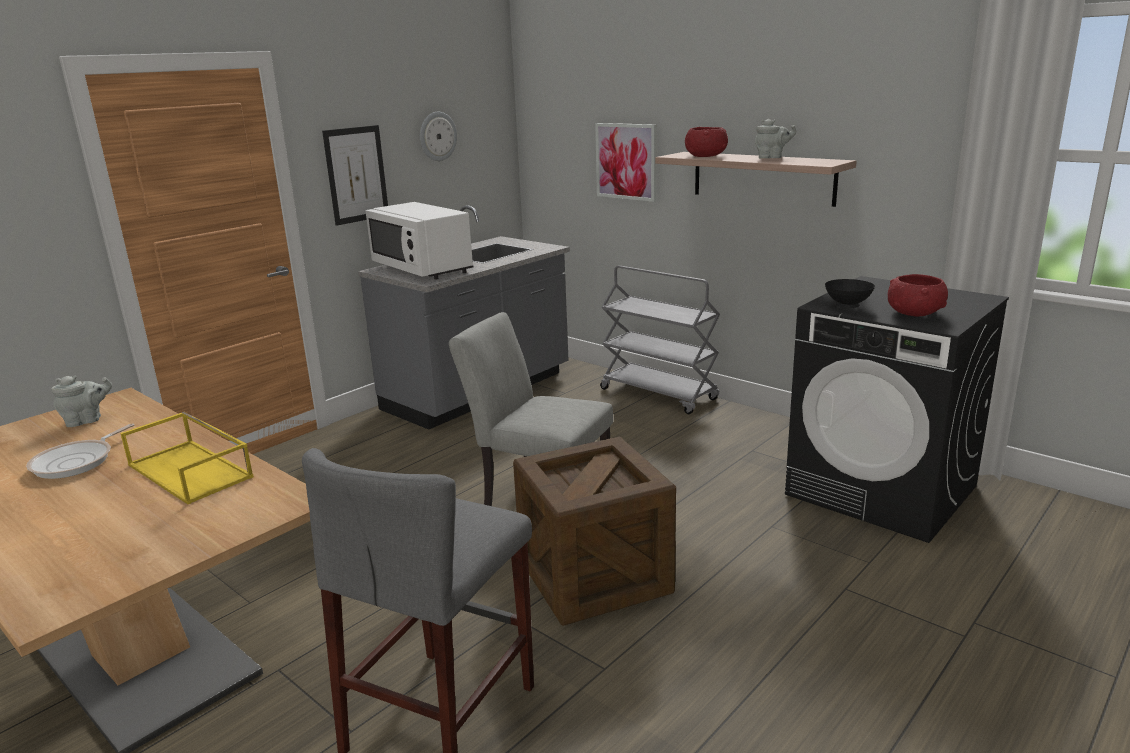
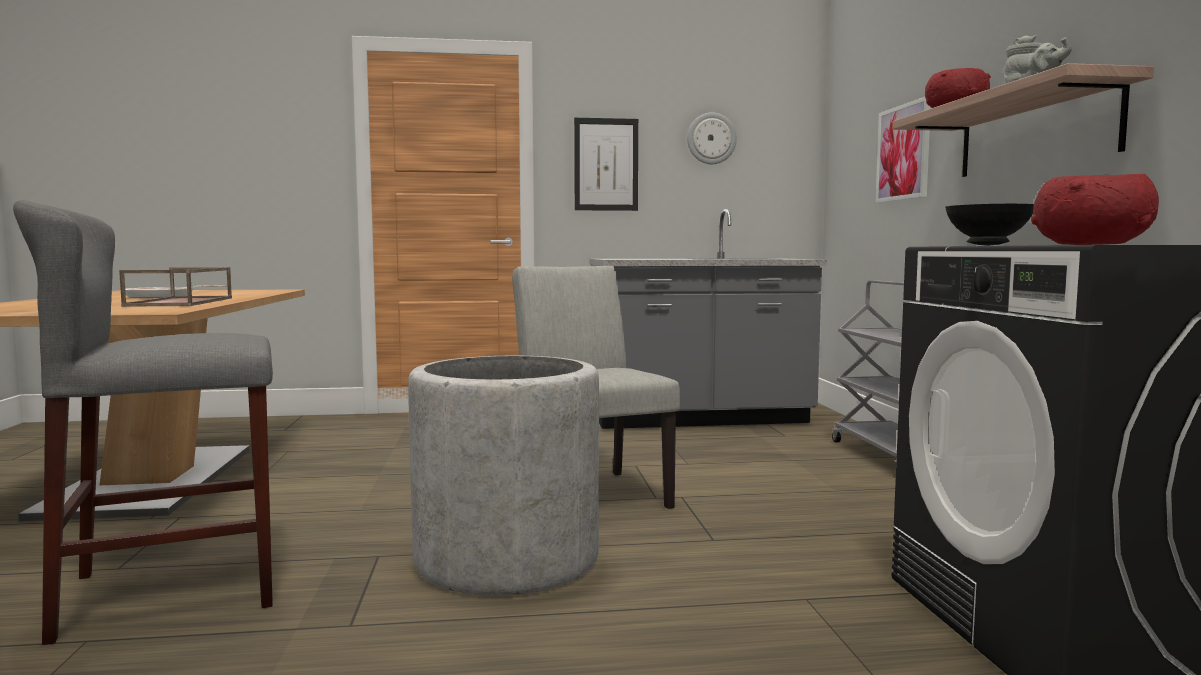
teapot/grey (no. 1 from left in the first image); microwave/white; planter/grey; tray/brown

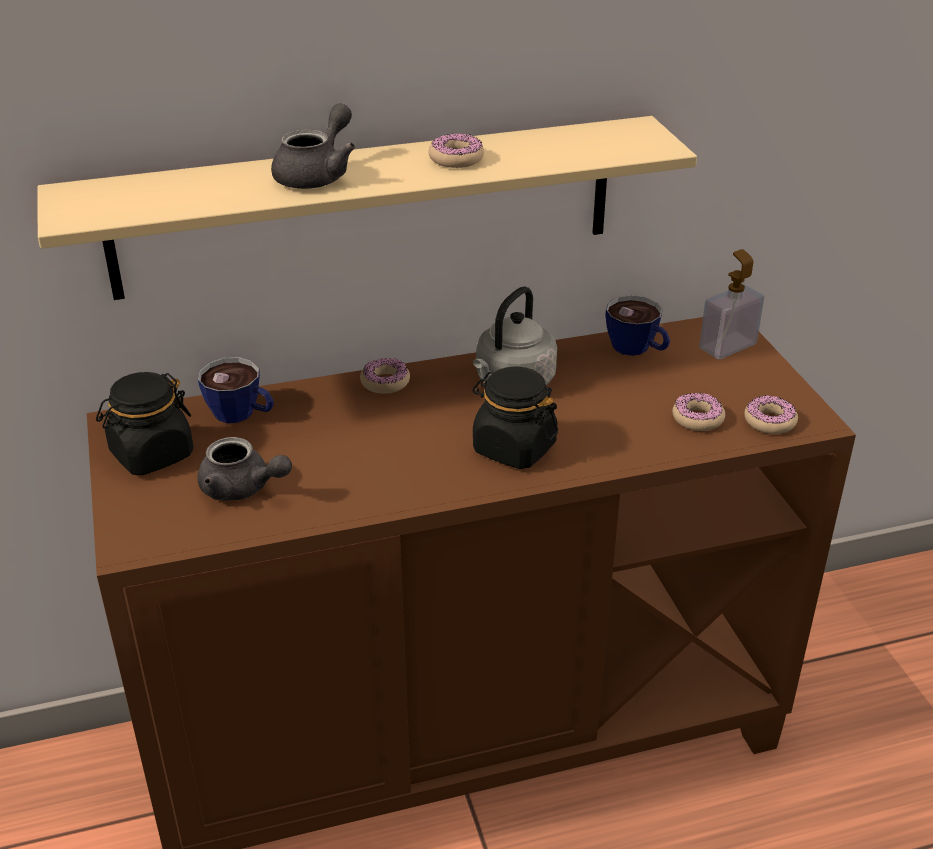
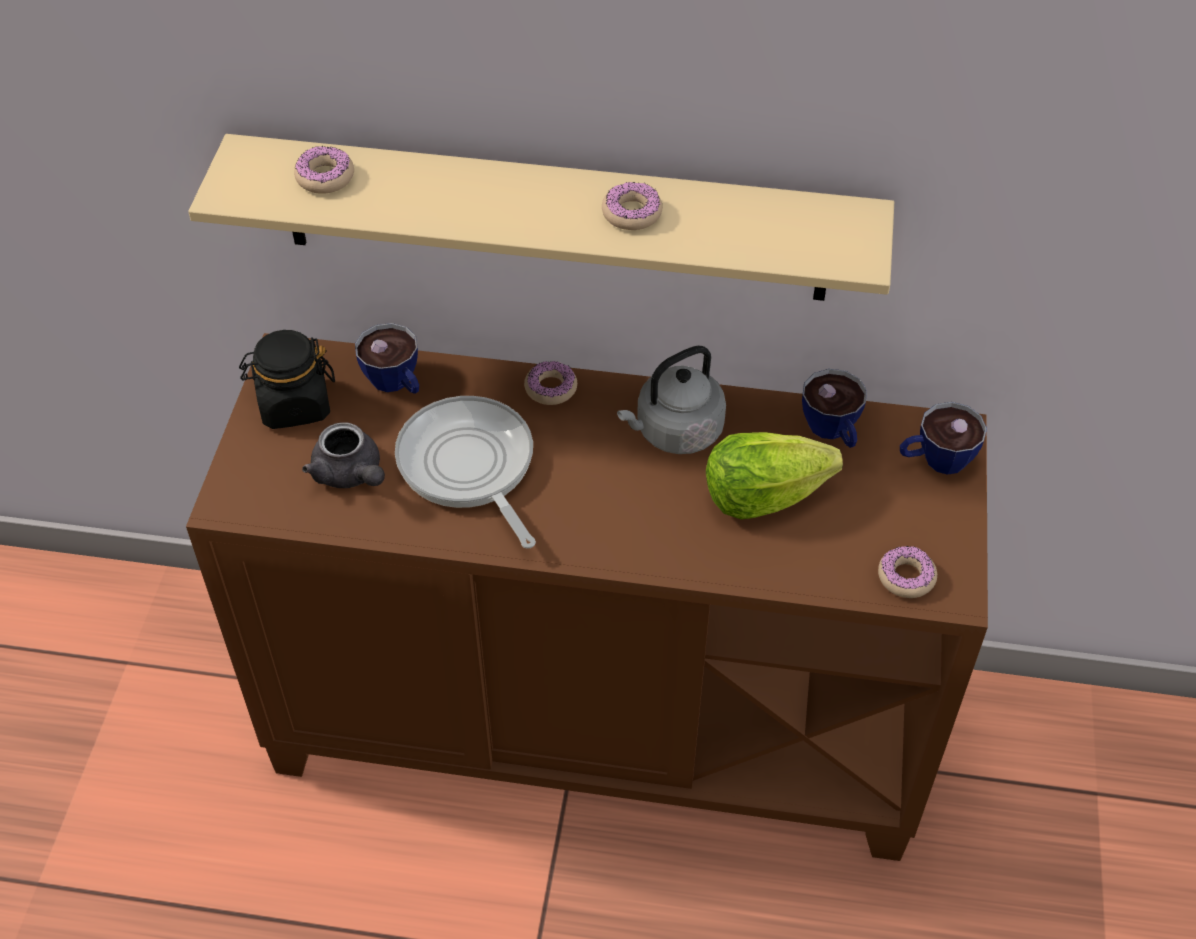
teapot/grey (no. 2 from left in the first image); jar/black (no. 2 from left in the first image); frying pan; lettuce; donut (no. 1 from left); cup (no. 3 from left)

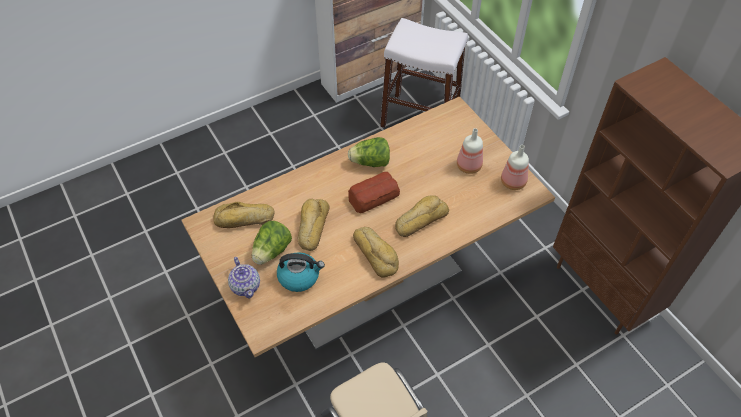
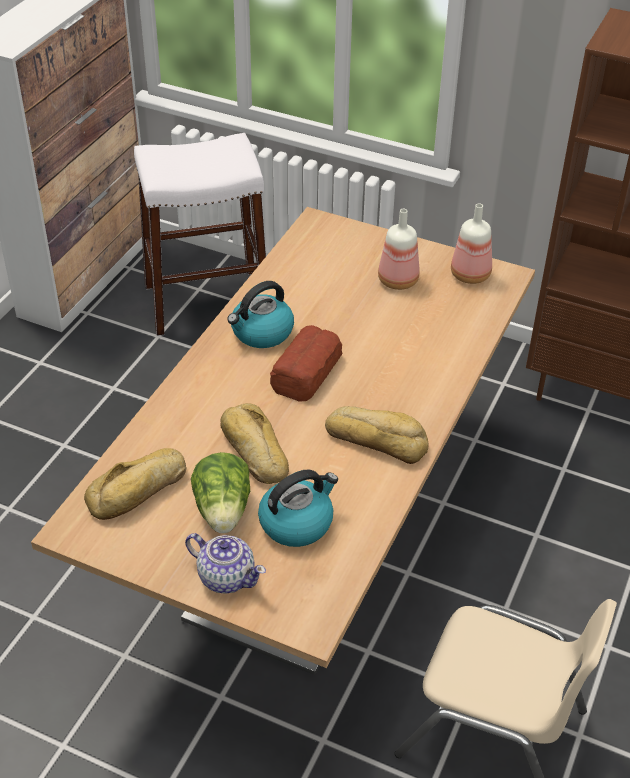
bread (no. 5 from left in the first image); kettle (no. 1 from left)

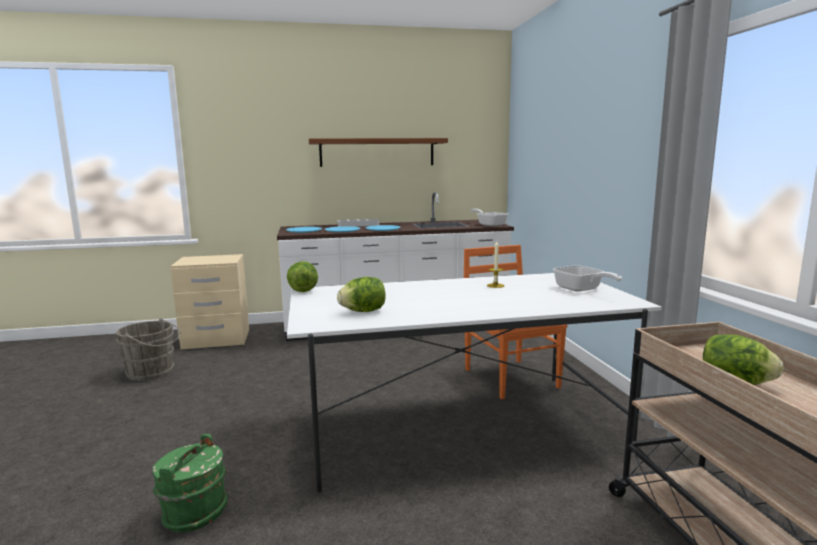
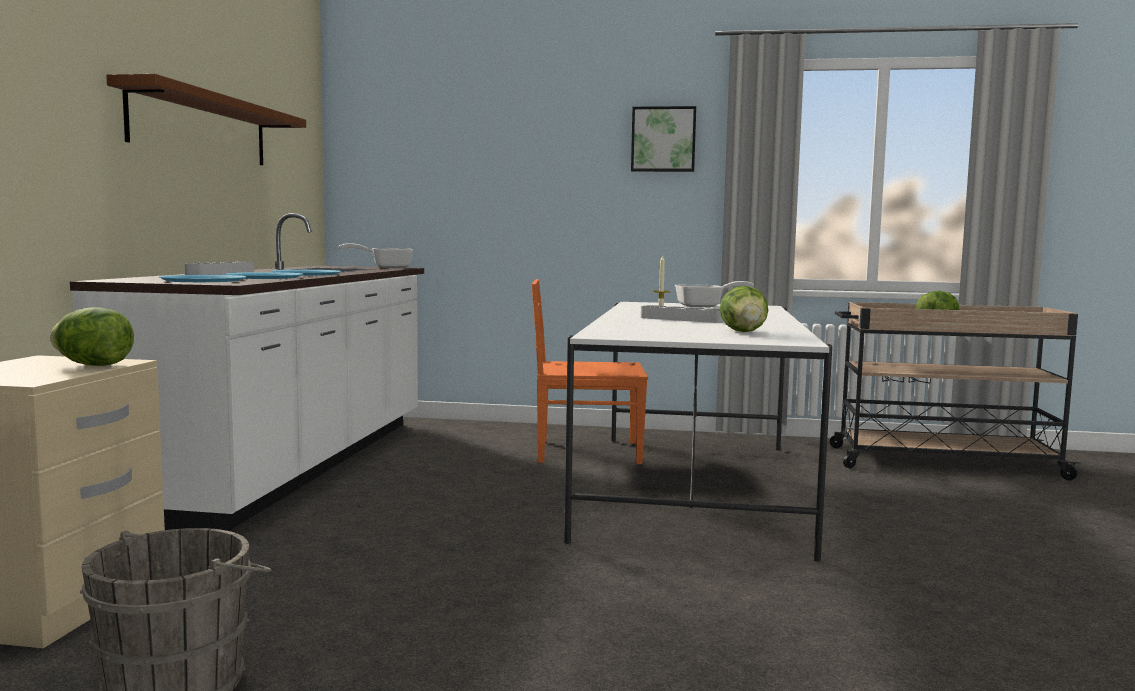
bucket/green; picture; tray/grey (no. 2 from left); lettuce (no. 1 from left)

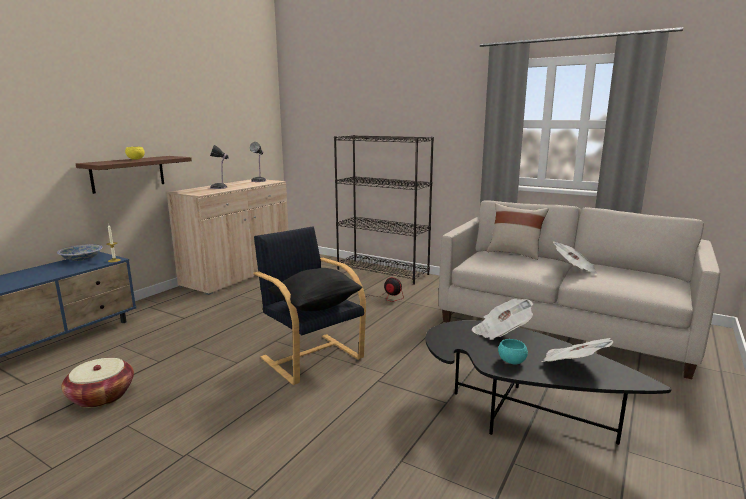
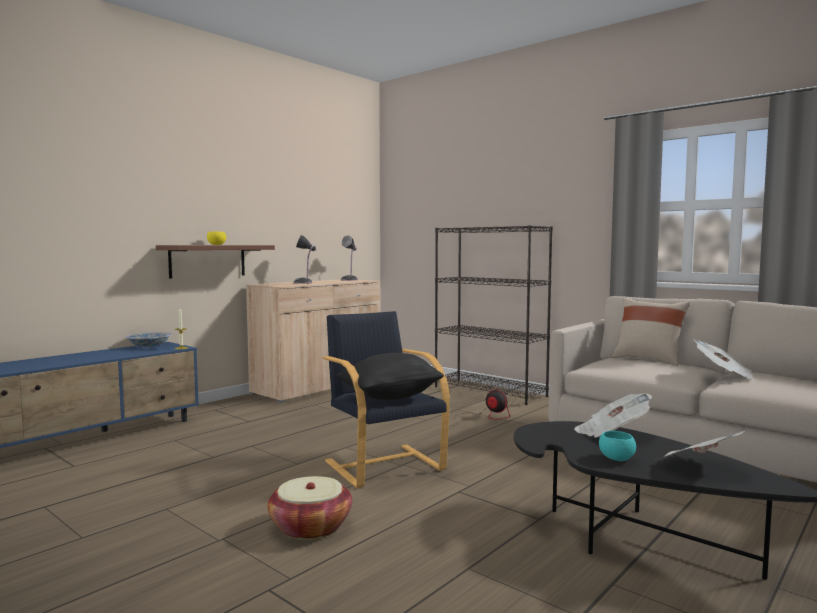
basket

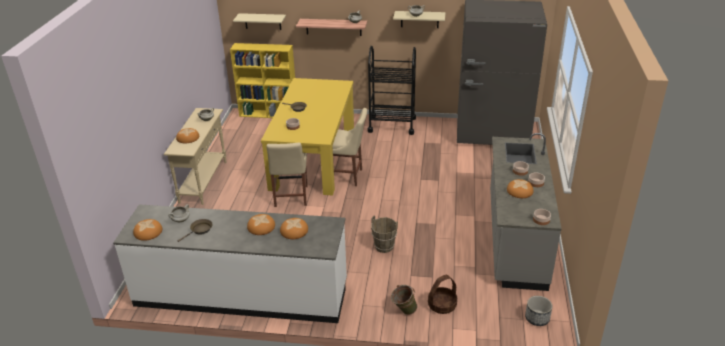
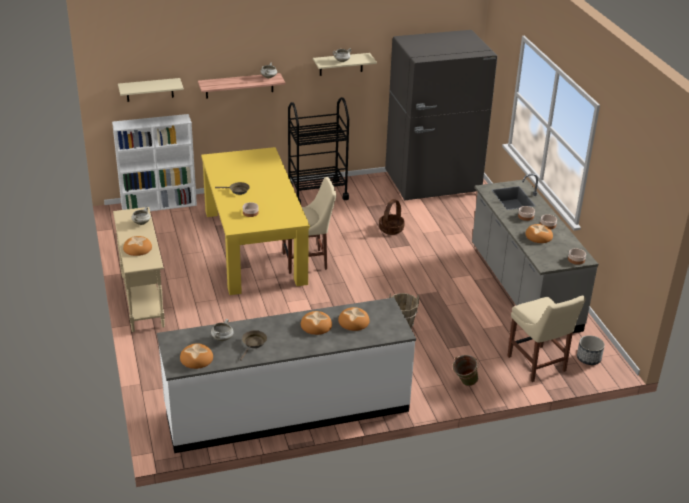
chair/beige (no. 2 from left); basket; bookcase/white

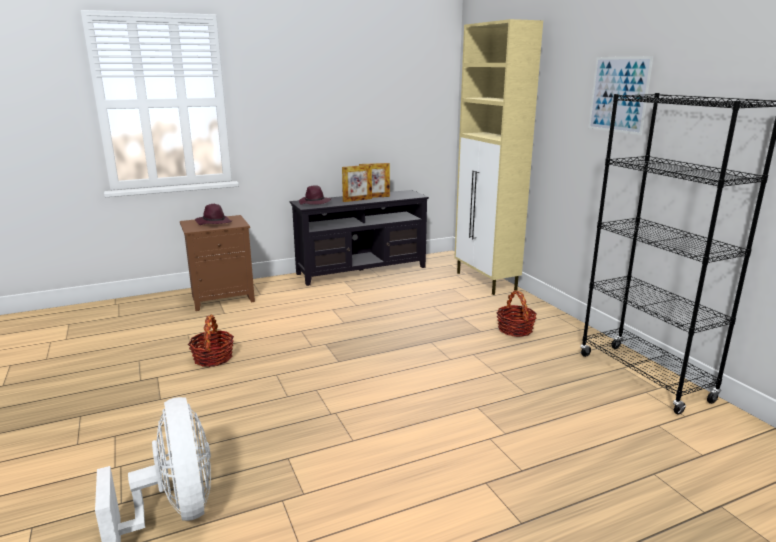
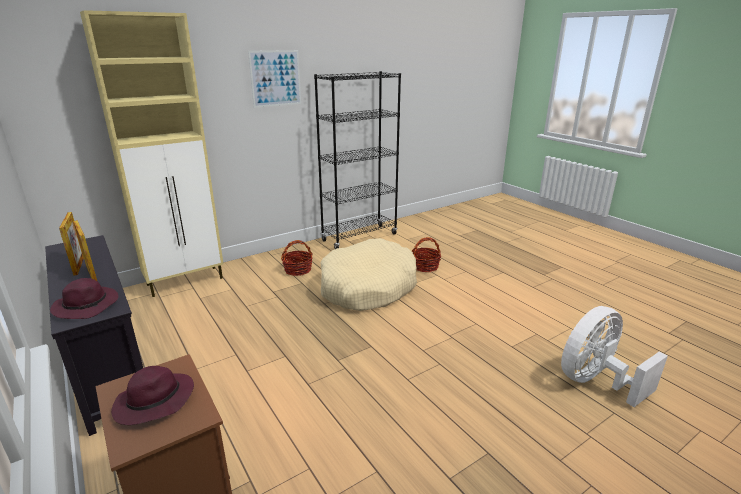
dog bed/beige; basket (no. 2 from left)

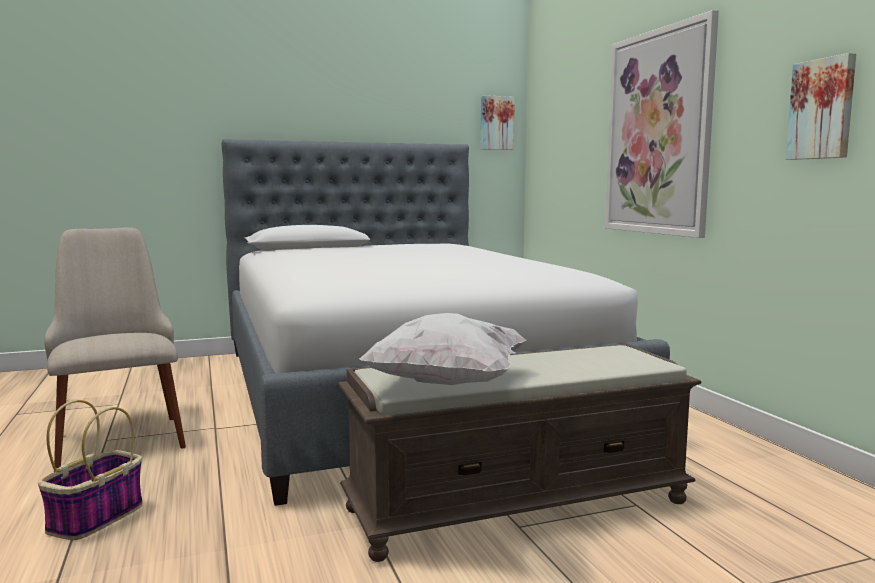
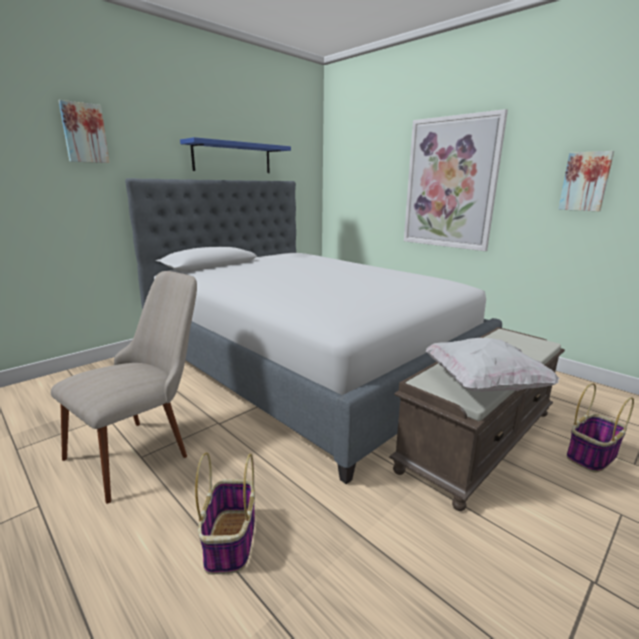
shelf/blue; basket (no. 2 from left); picture (no. 1 from left); chair/beige

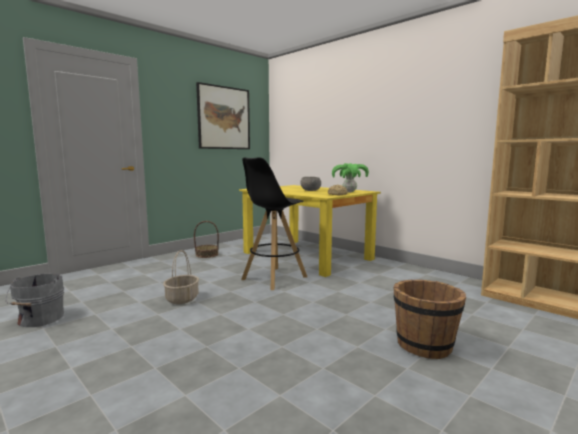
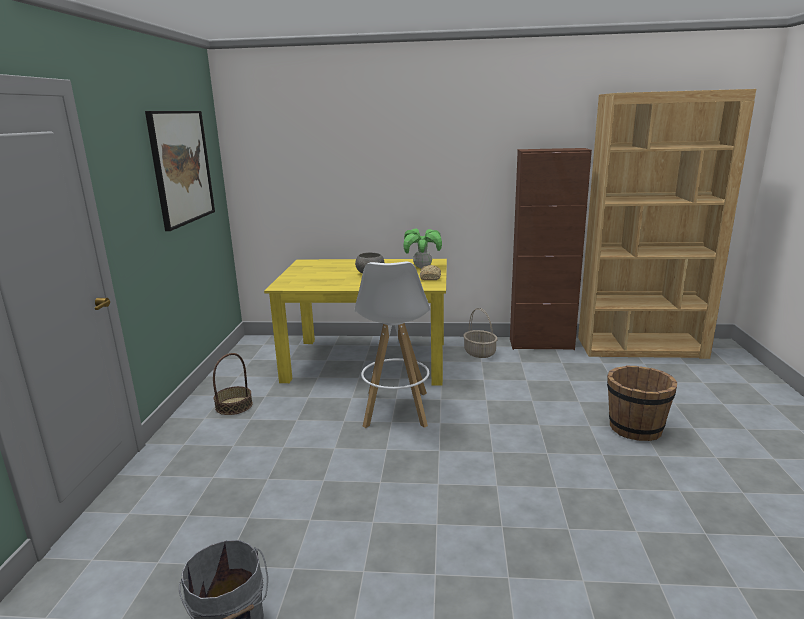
cabinet/brown; basket (no. 2 from left); stool/white

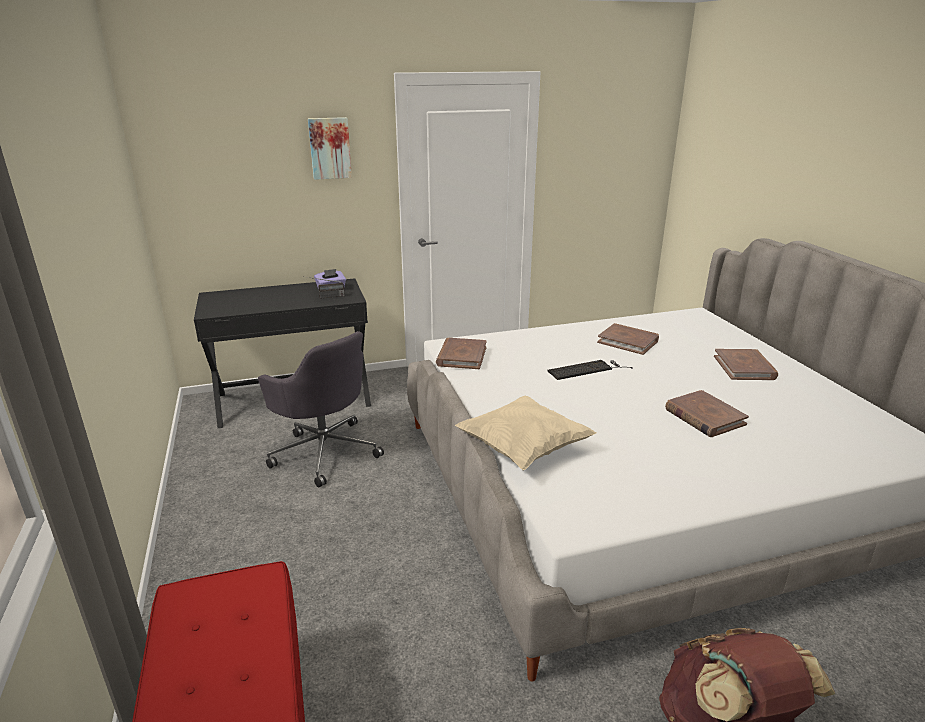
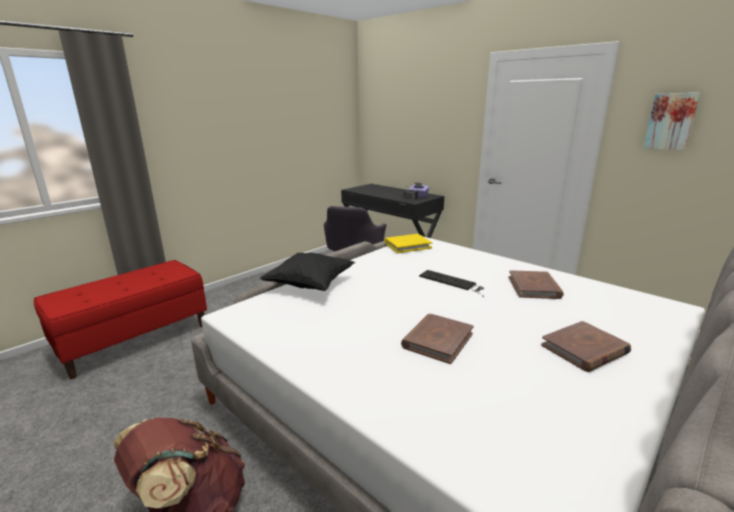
picture; book/yellow; pillow/black

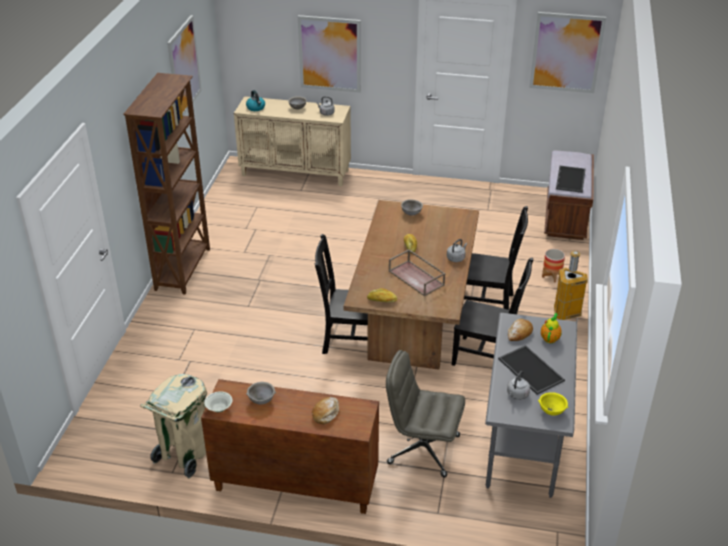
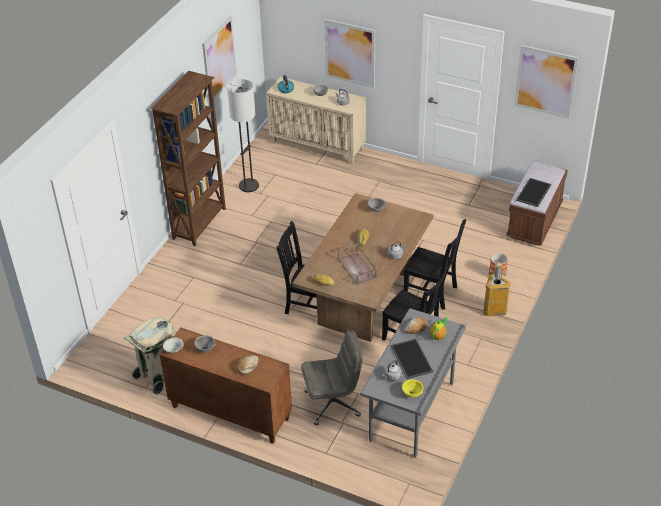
floor lamp; office chair/grey

